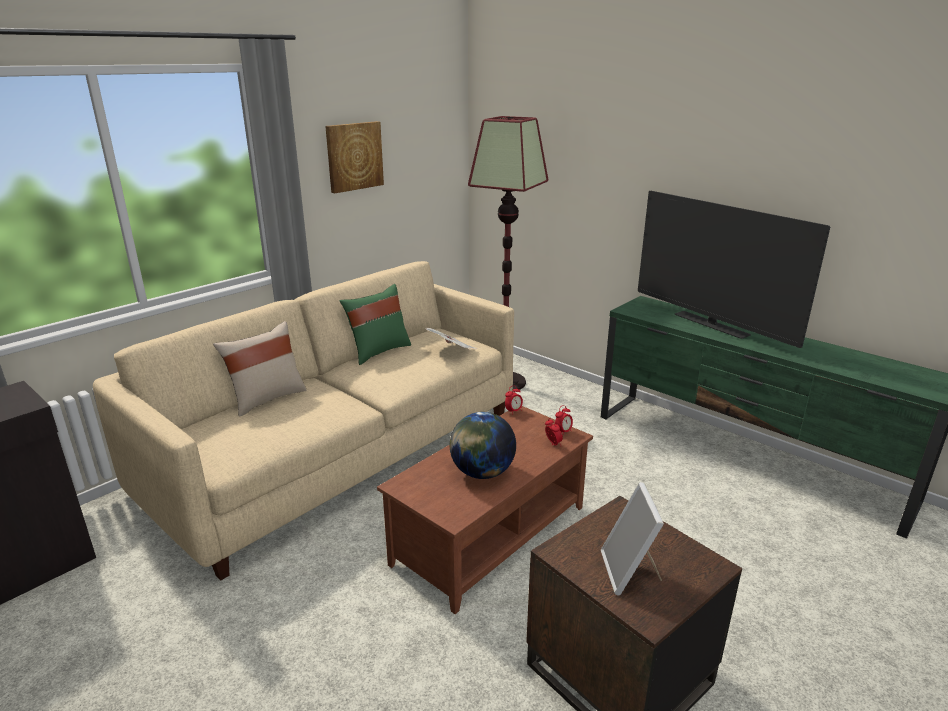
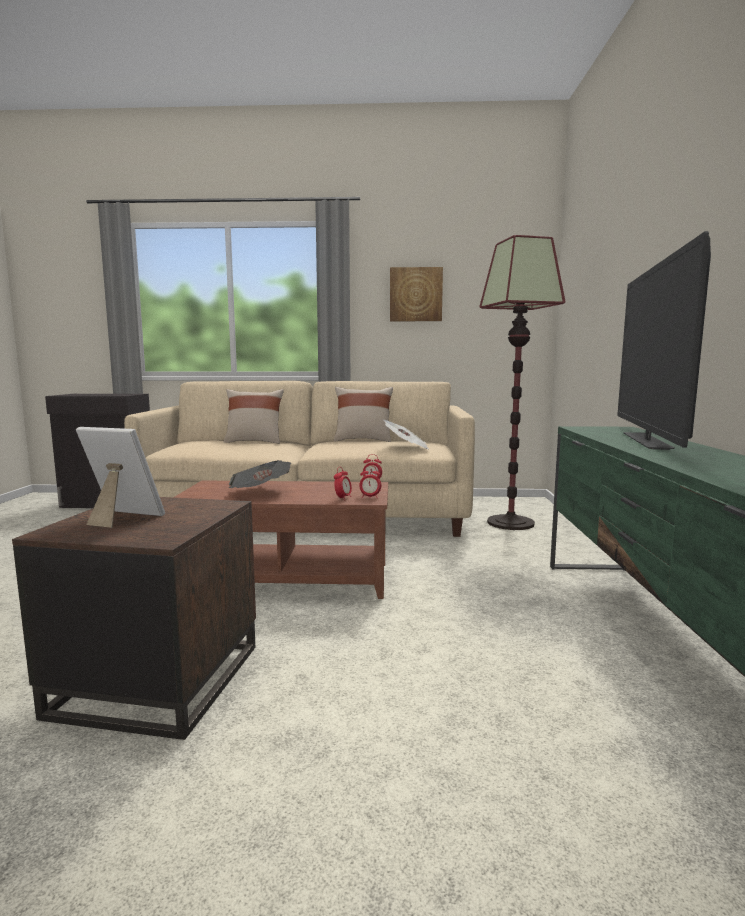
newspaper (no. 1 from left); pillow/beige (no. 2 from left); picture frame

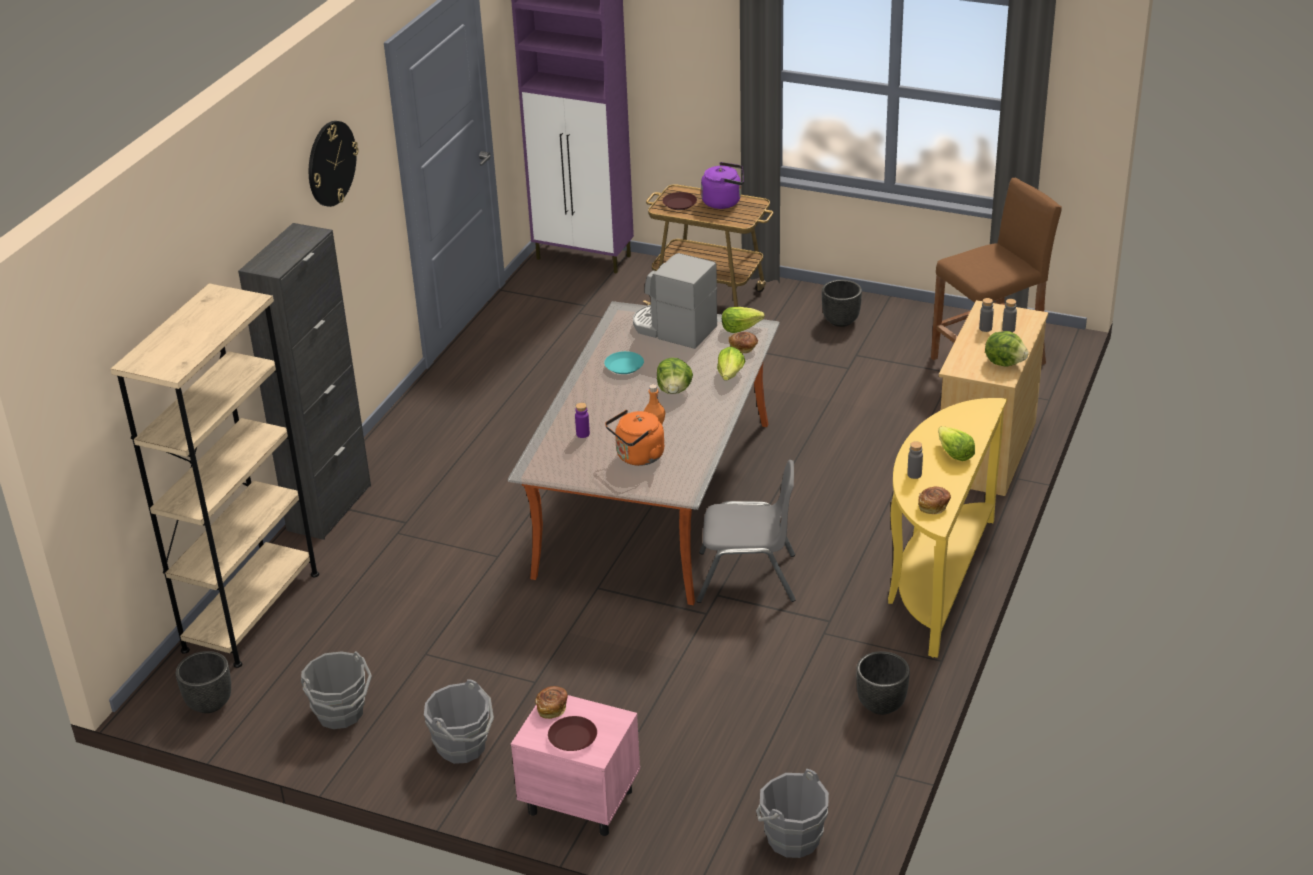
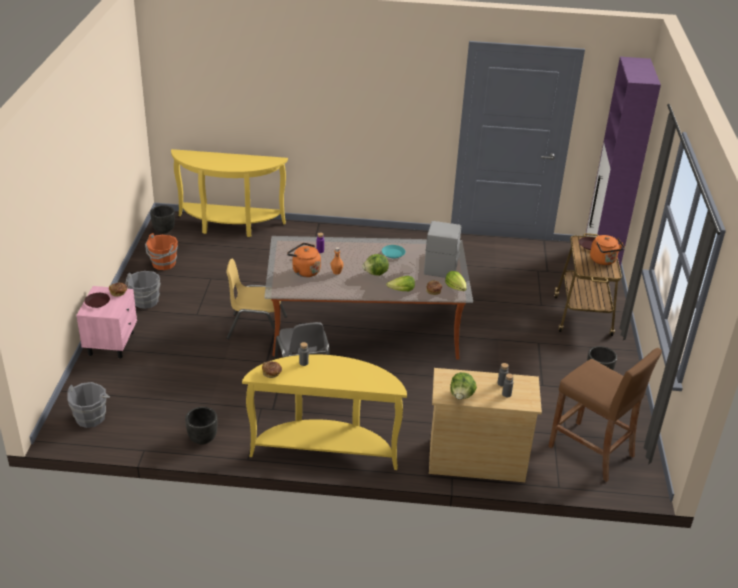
cabinet/black; wall clock; lettuce (no. 4 from left in the first image); chair/yellow; console table/yellow (no. 1 from left); bucket/orange; kettle/orange (no. 2 from left)

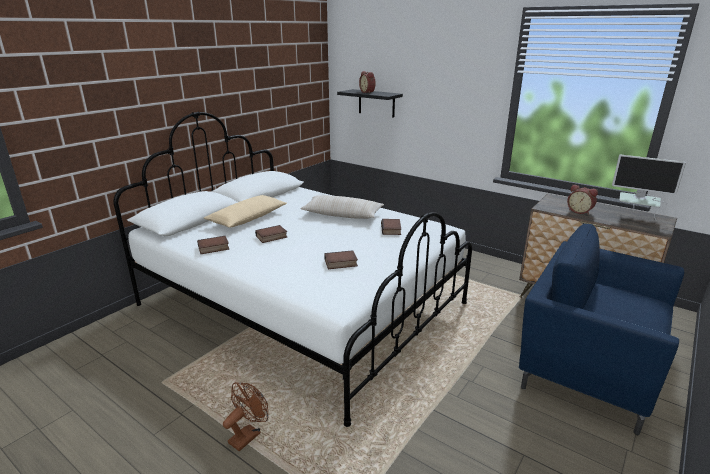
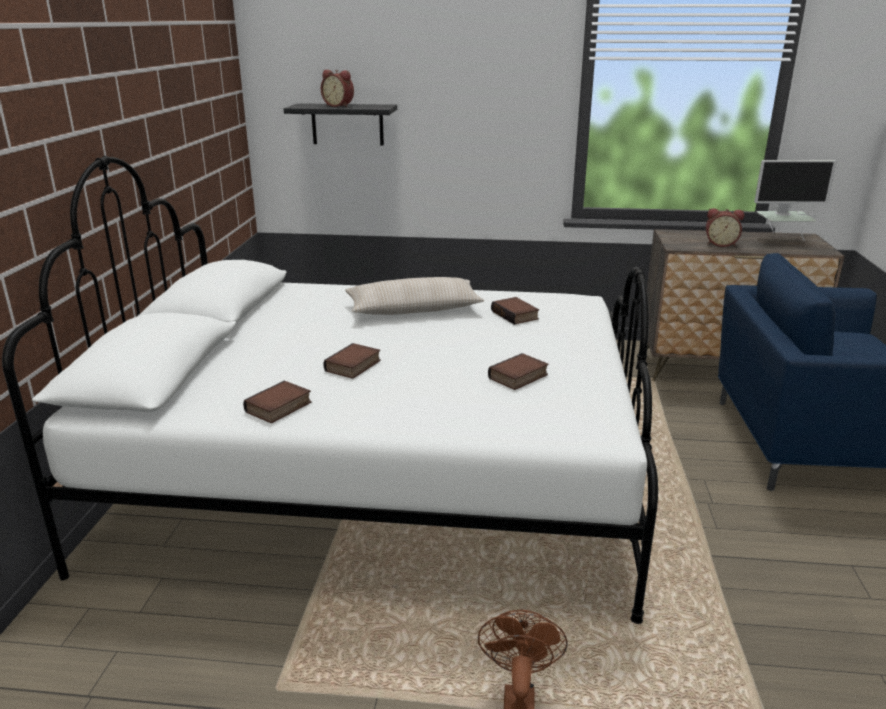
pillow/beige (no. 1 from left in the first image)

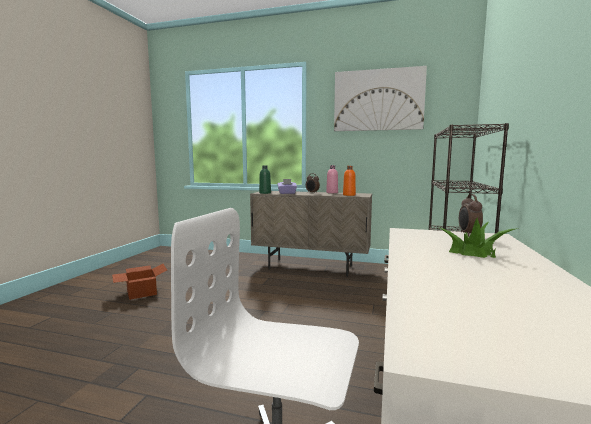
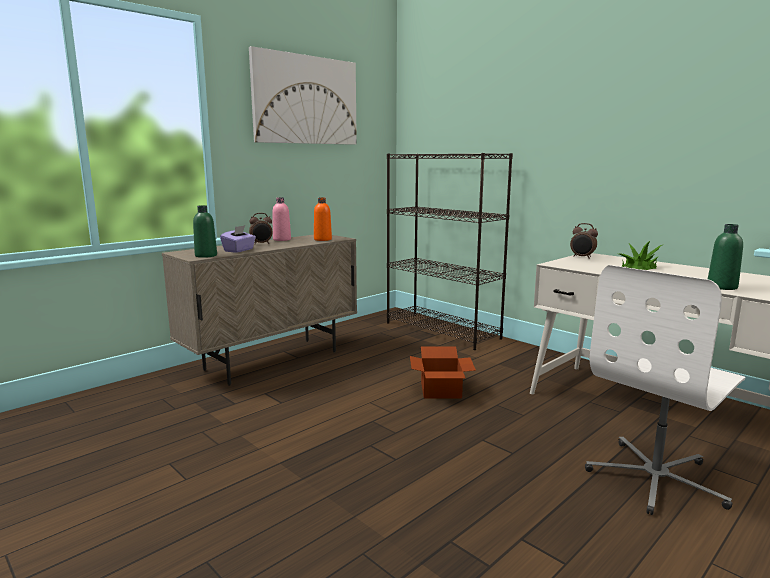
bottle/green (no. 2 from left); cardboard box

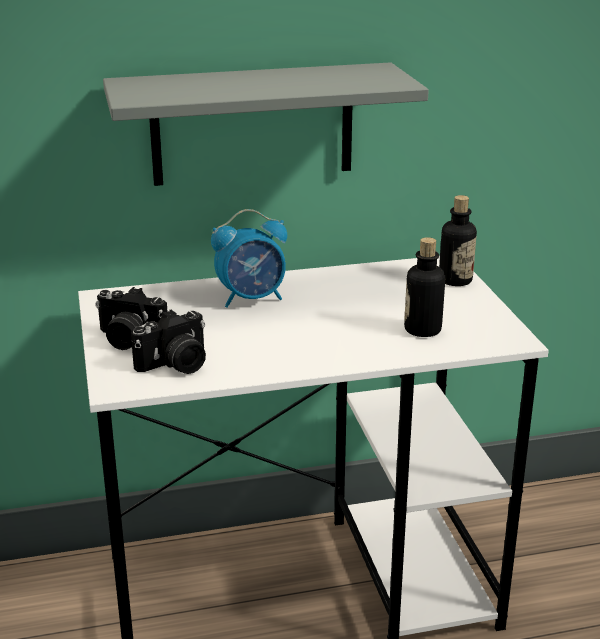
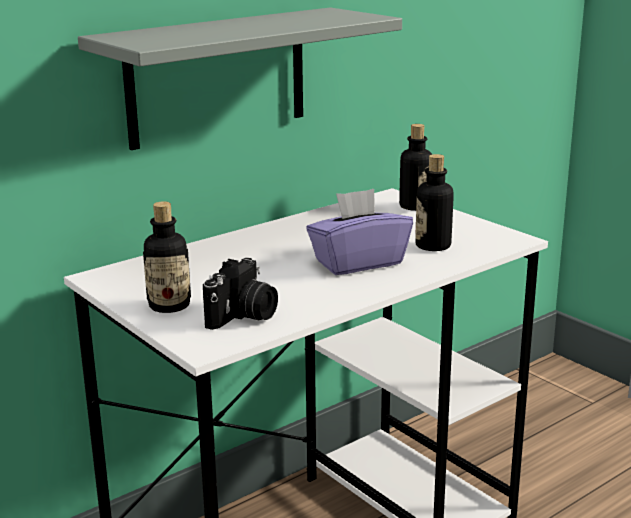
alarm clock; tissue box/purple; bottle (no. 1 from left)

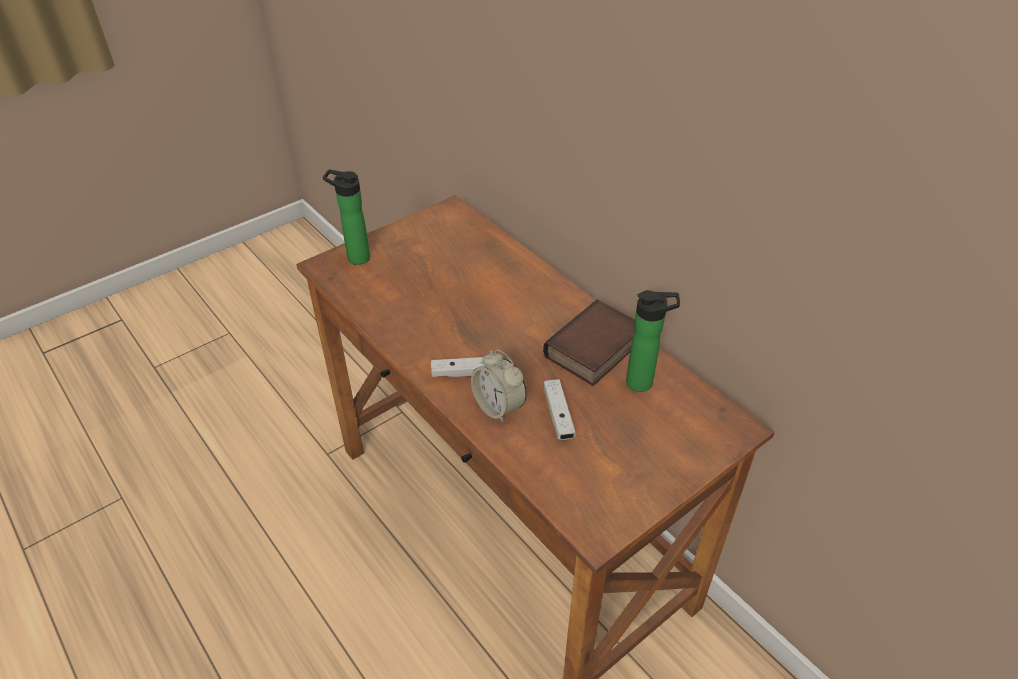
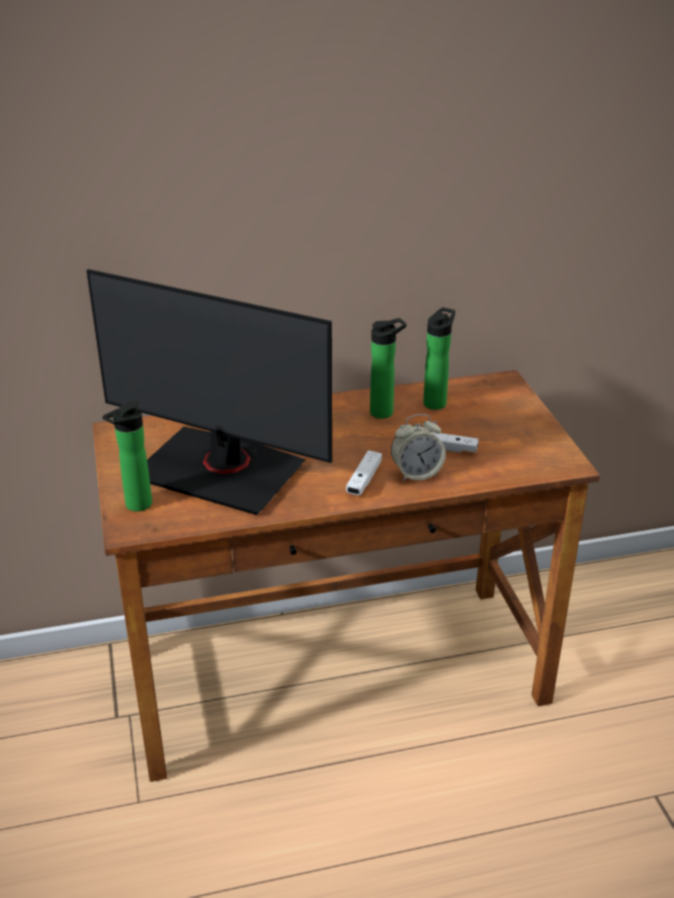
monitor; bottle (no. 2 from left)

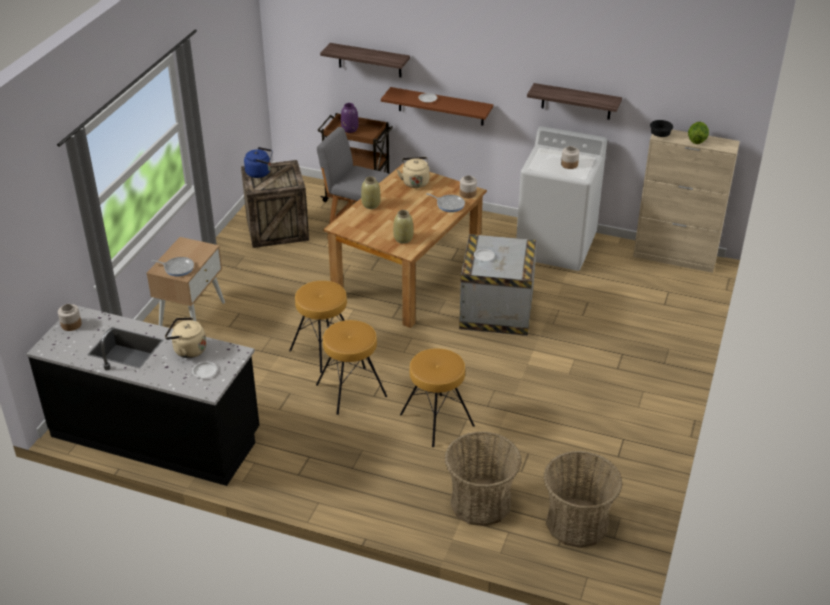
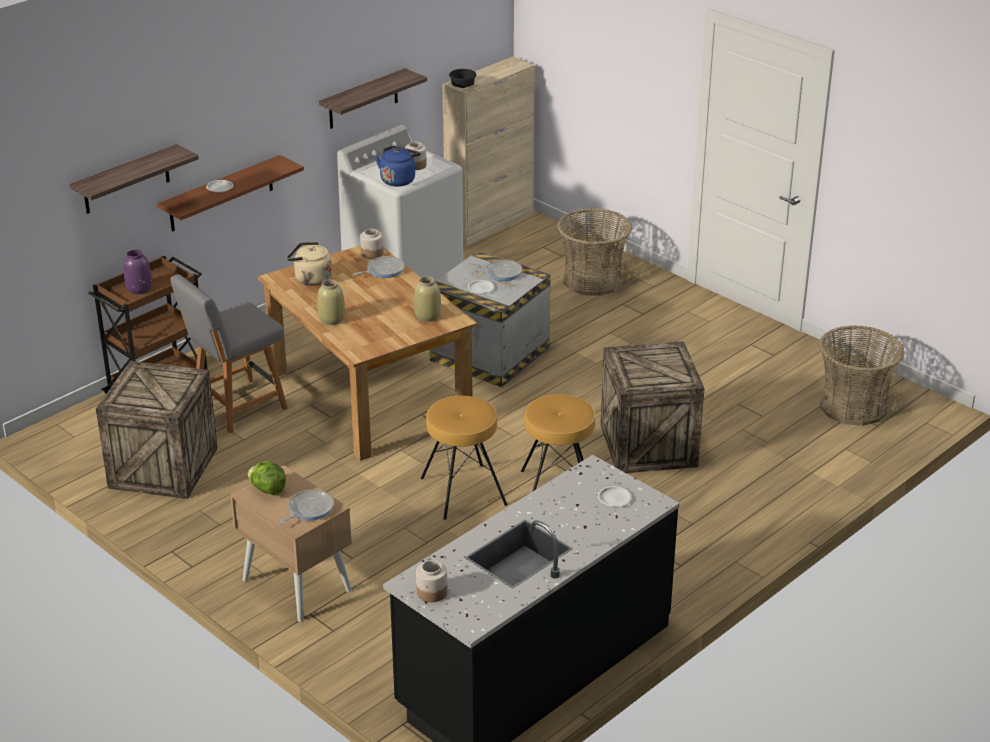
kettle/beige (no. 1 from left in the first image); frying pan (no. 3 from left); kettle/blue; basket (no. 1 from left); lettuce; crate (no. 3 from left)

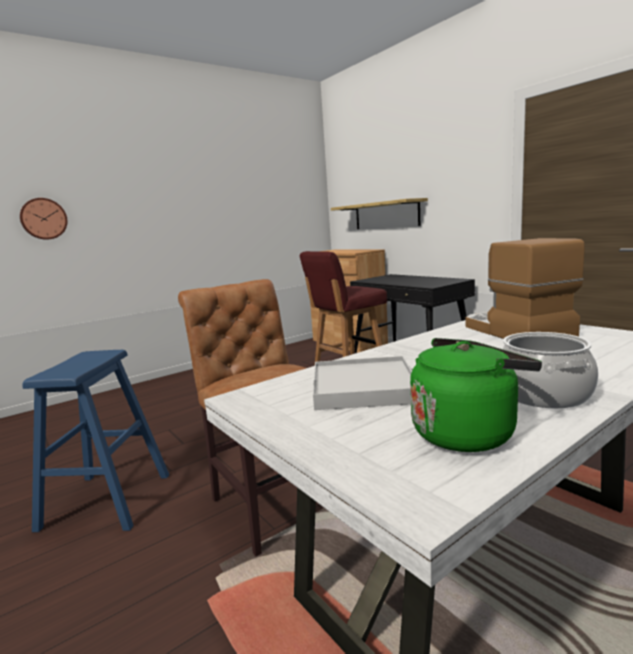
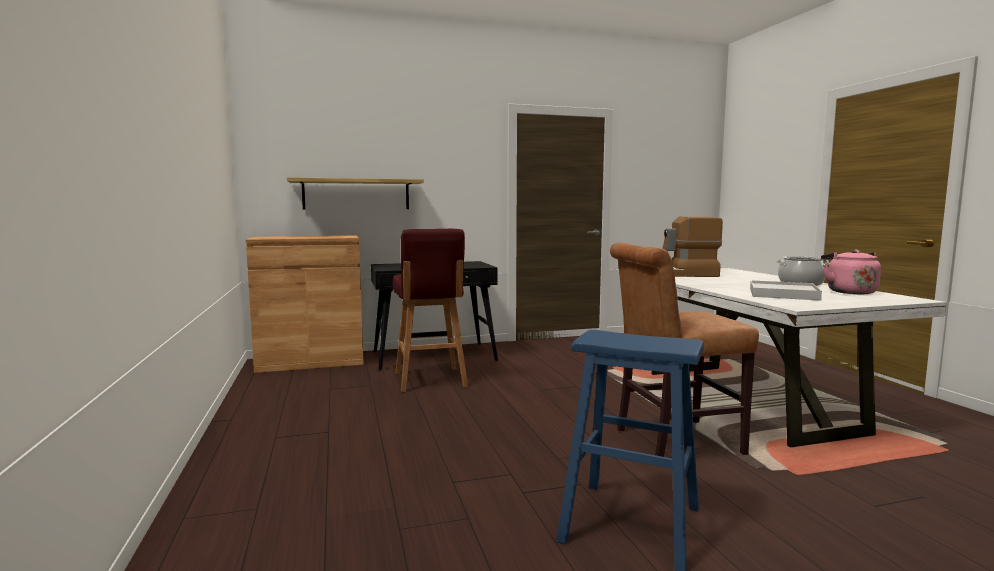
wall clock; kettle/pink

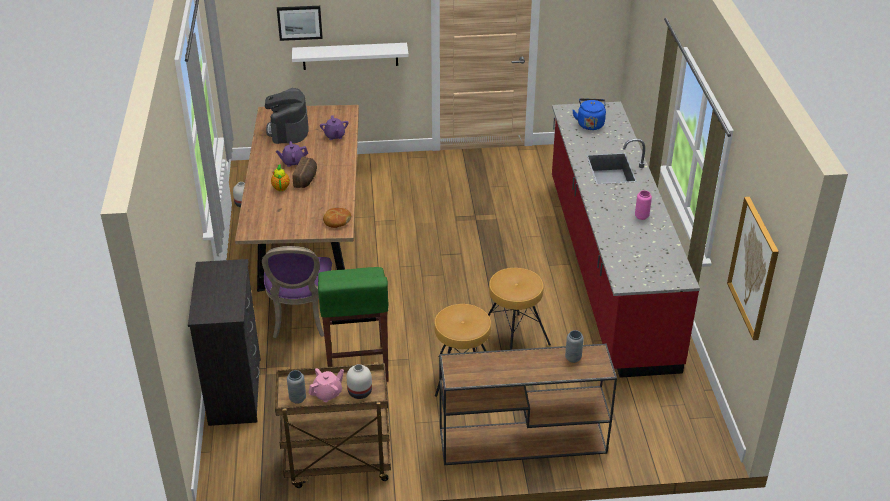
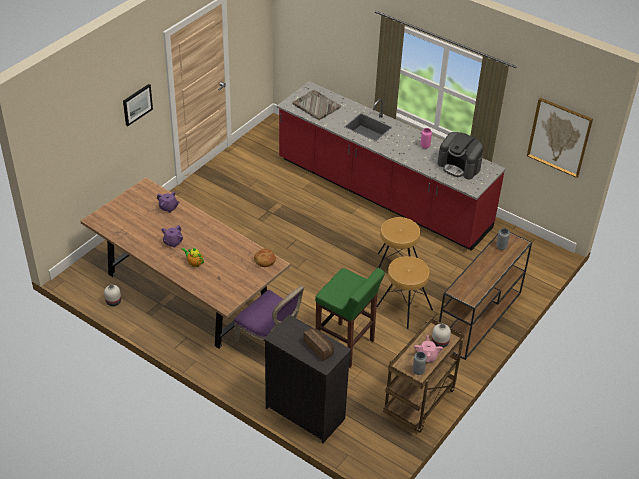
shelf/white; coffee machine; picture (no. 1 from left); bread (no. 2 from left); tray/grey

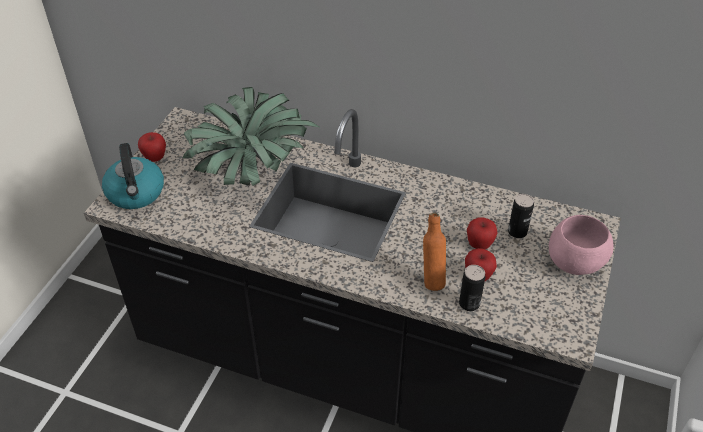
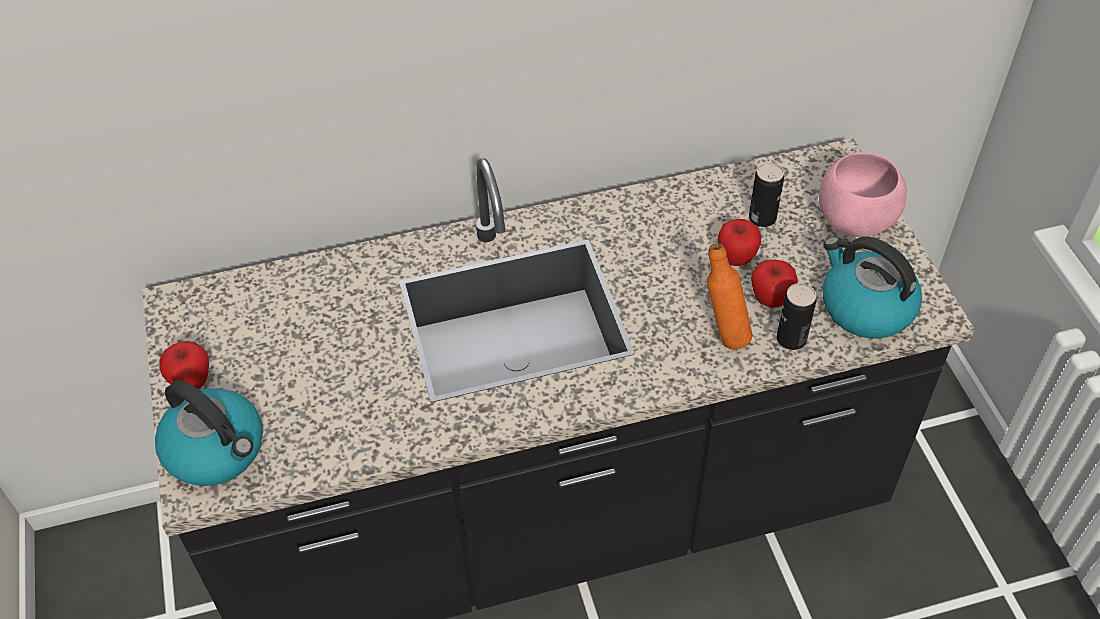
potted plant; kettle (no. 2 from left)

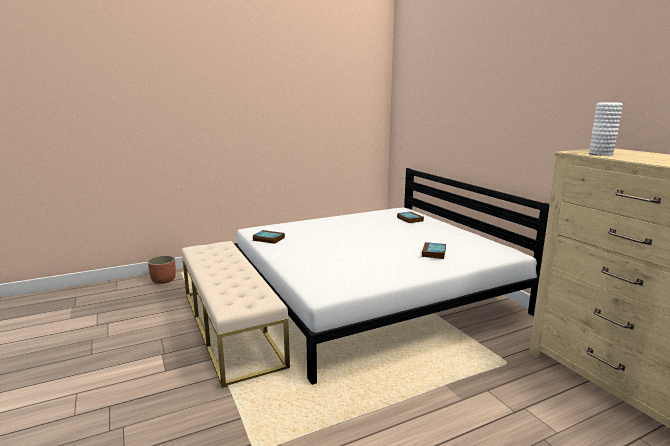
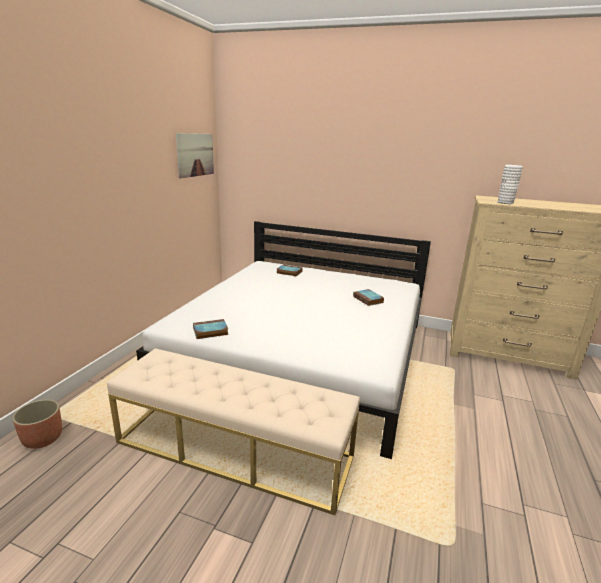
picture

